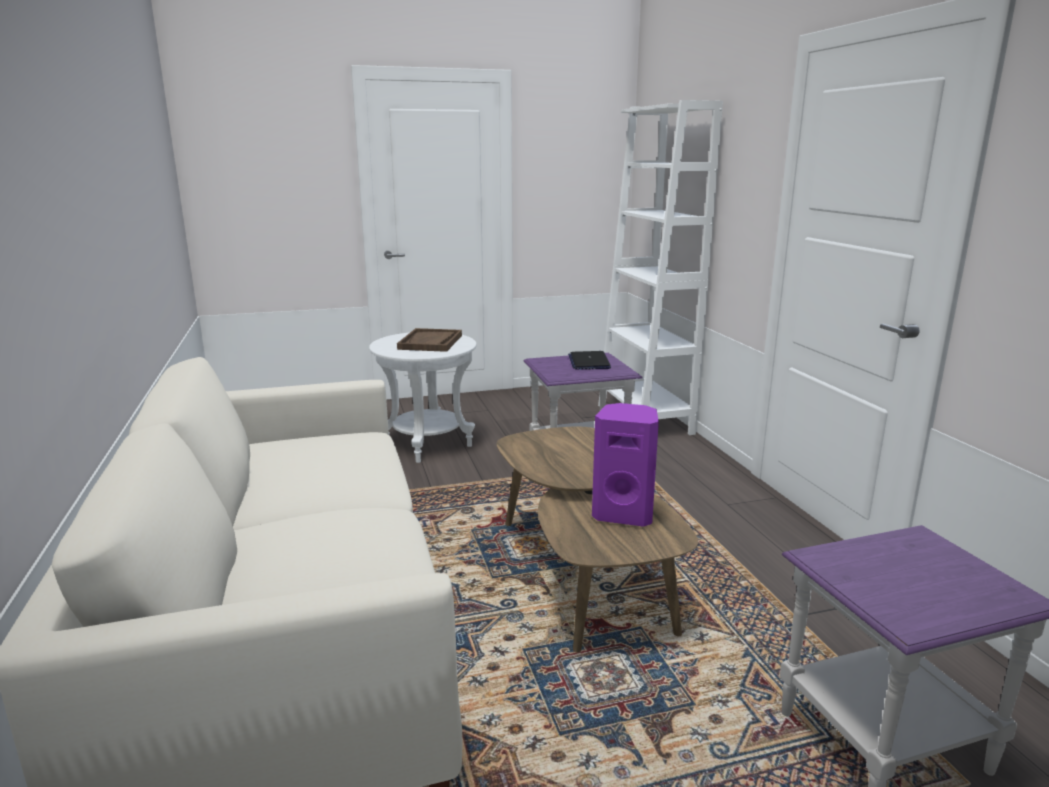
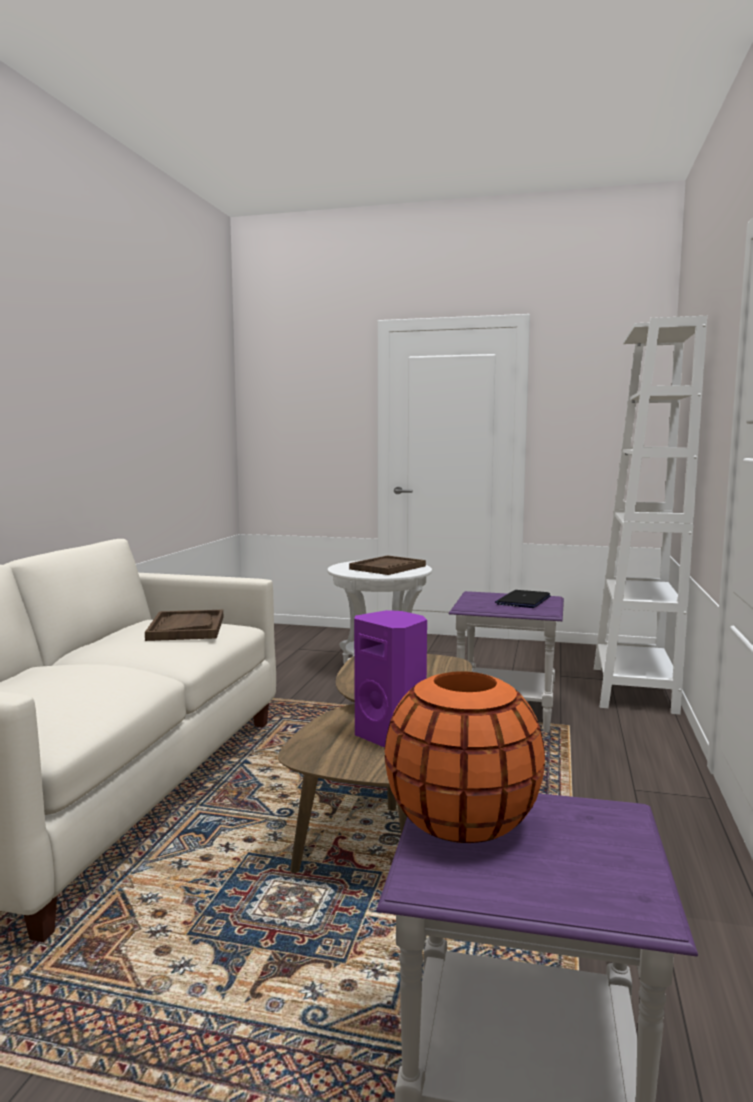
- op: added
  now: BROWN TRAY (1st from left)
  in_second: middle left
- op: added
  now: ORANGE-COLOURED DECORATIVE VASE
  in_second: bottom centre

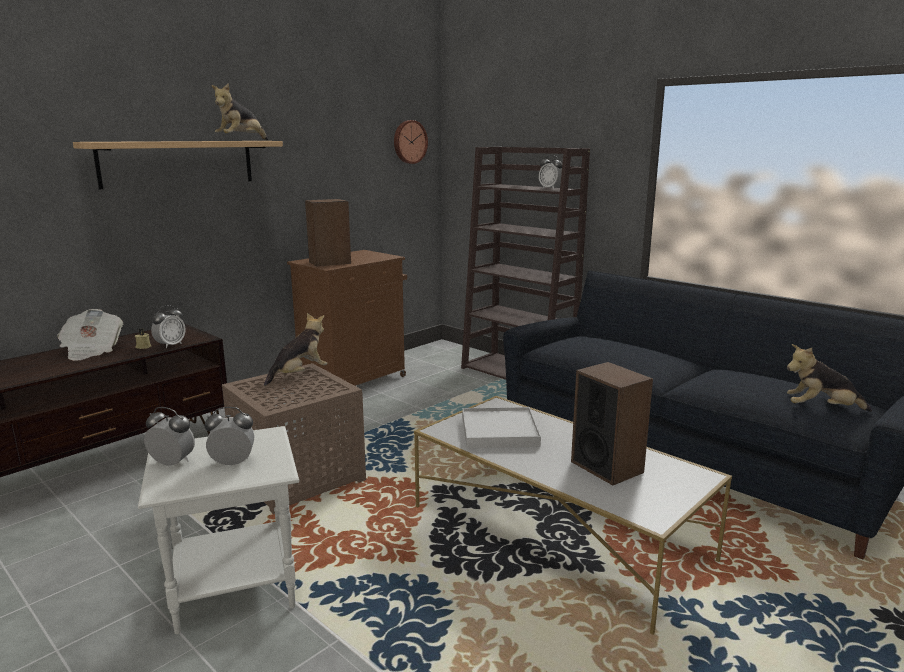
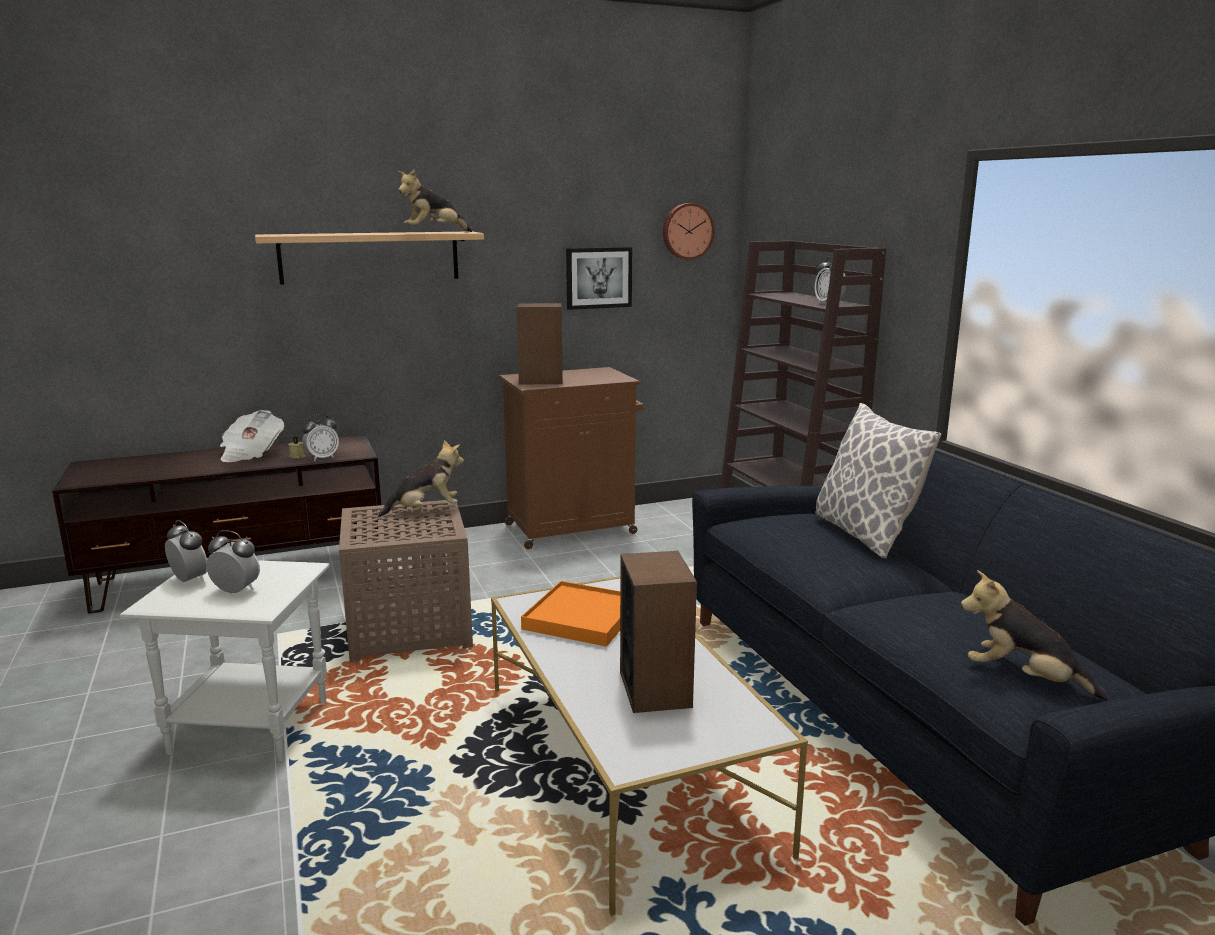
- op: recoloured
  was: WHITISH TRAY
  now: ORANGE-COLOURED TRAY
  in_first: centre
  in_second: centre
- op: added
  now: WALL PICTURE
  in_second: top centre
- op: added
  now: CUSHION
  in_second: middle right

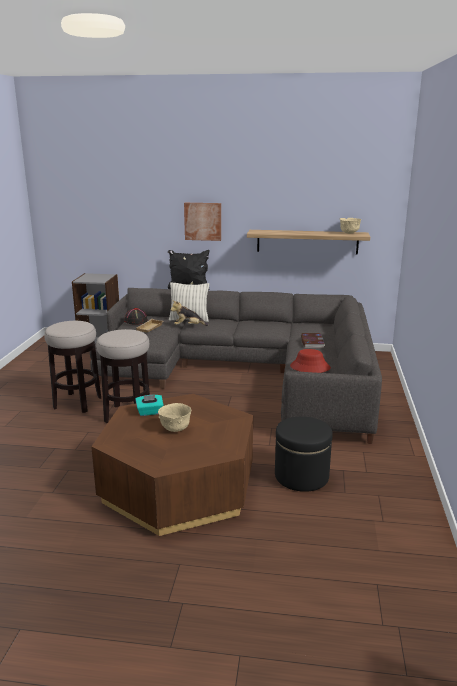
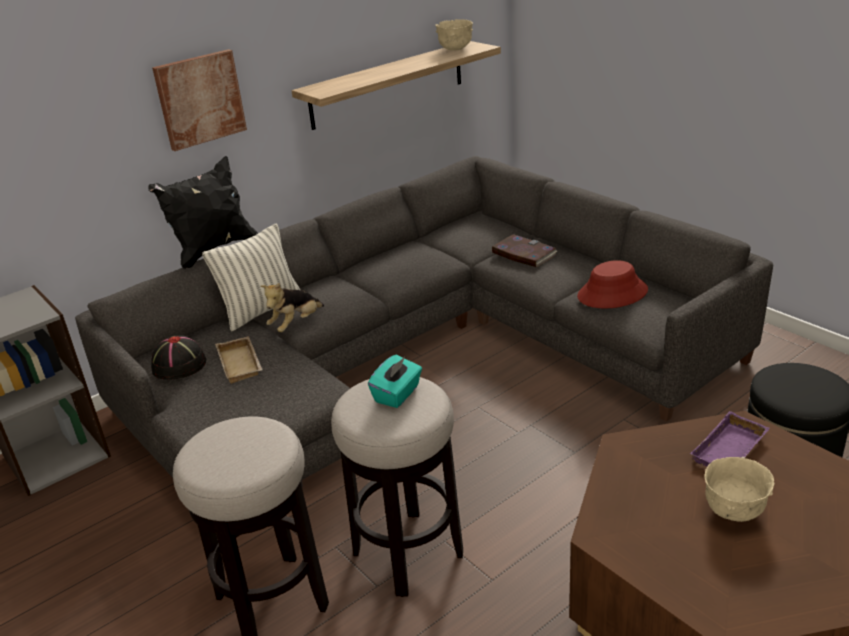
- op: moved
  was: TURQUOISE TISSUE BOX
  in_first: middle left
  in_second: centre
- op: added
  now: PURPLISH TRAY
  in_second: bottom right

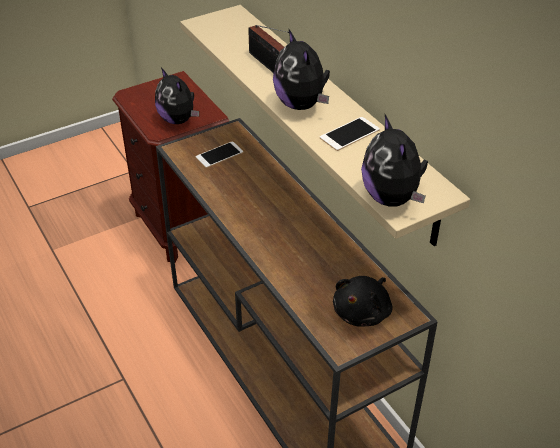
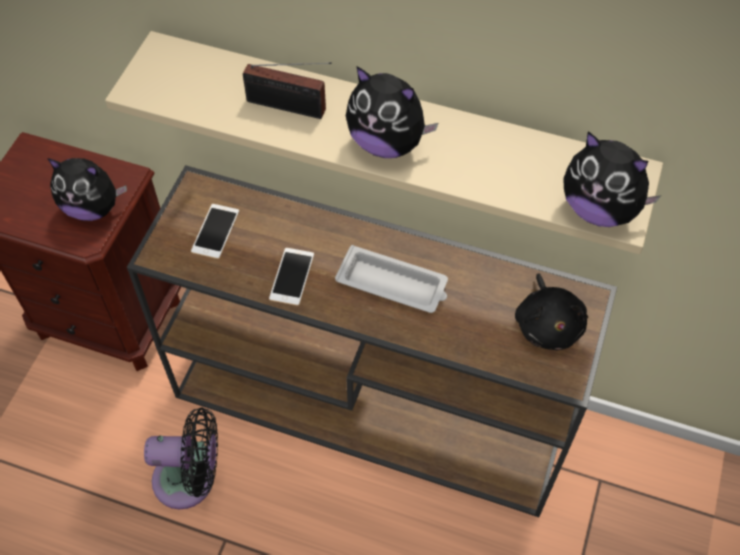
- op: moved
  was: HANDSET (2nd from left)
  in_first: top centre
  in_second: centre
- op: added
  now: WHITISH TRAY
  in_second: centre
- op: added
  now: BLACK FAN
  in_second: bottom left

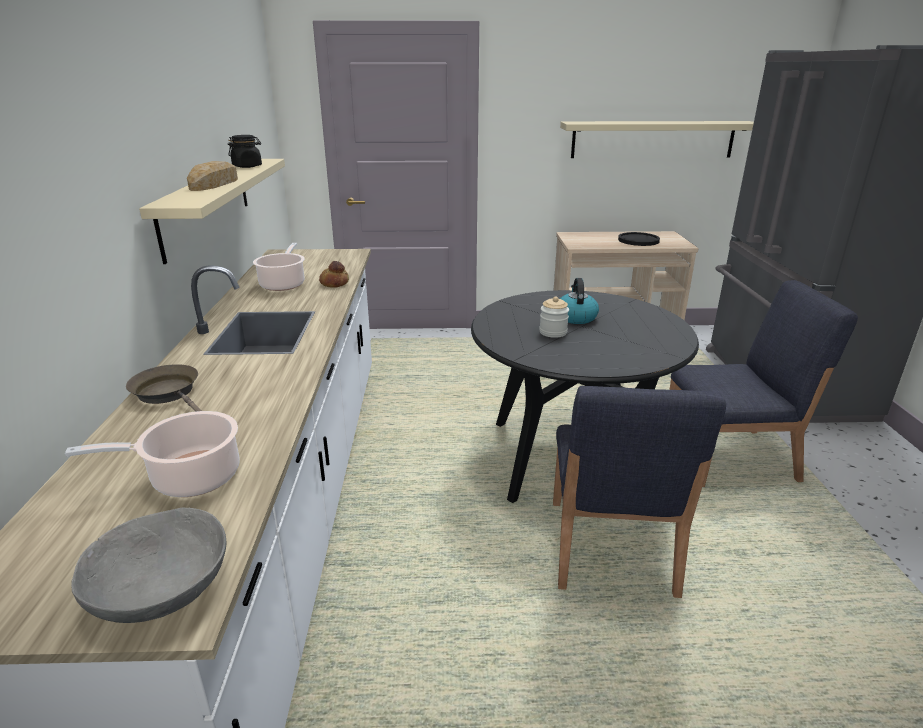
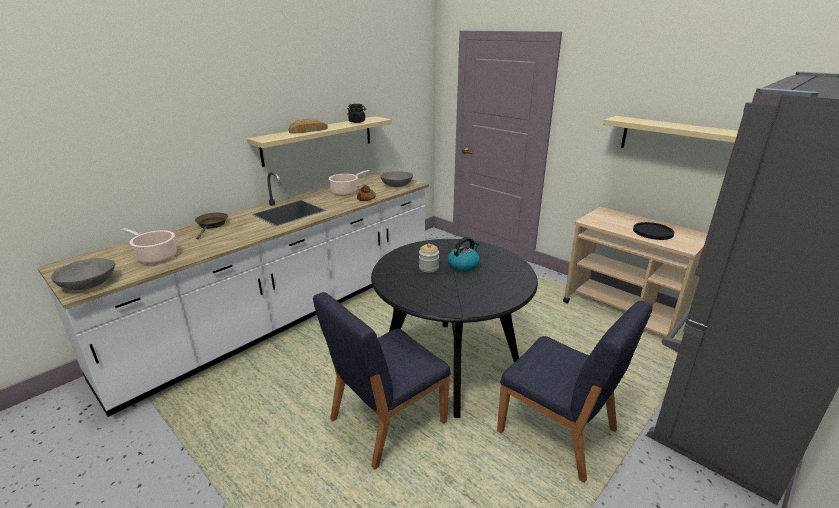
- op: added
  now: GRAY SERVING BOWL (2nd from left)
  in_second: centre

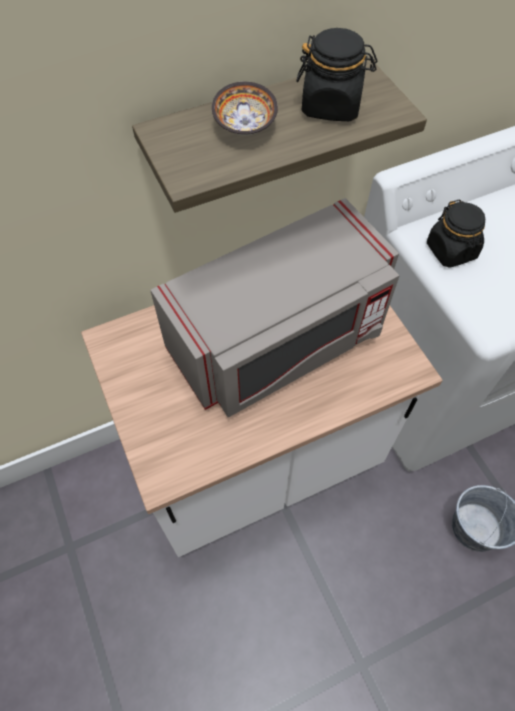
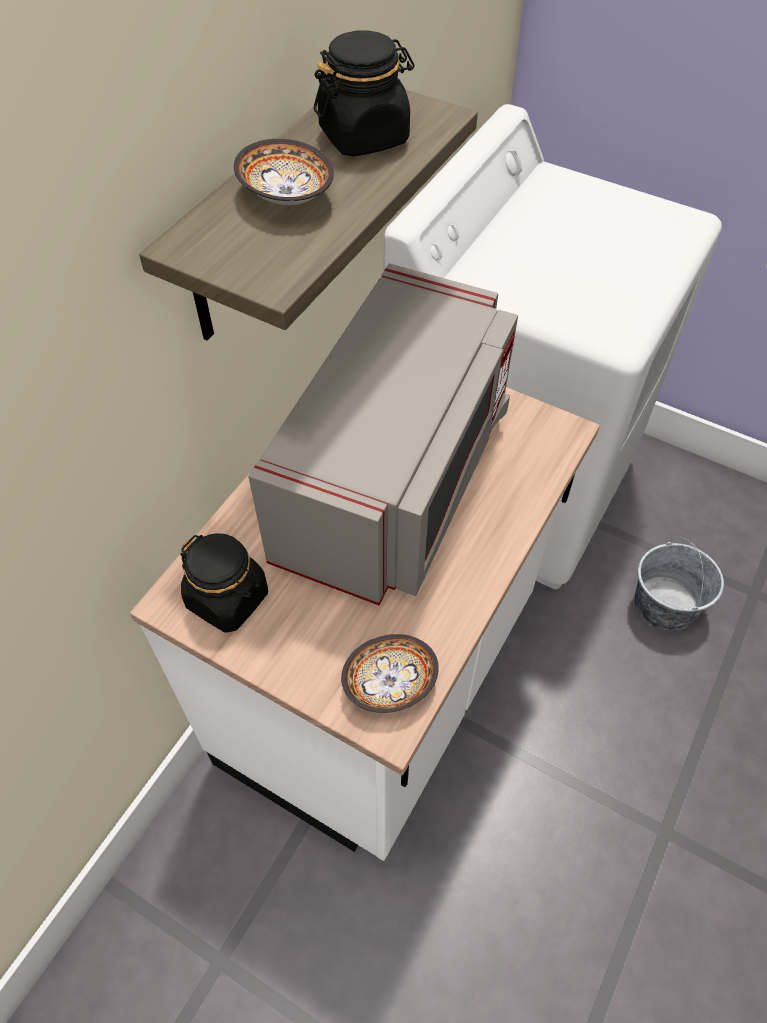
- op: moved
  was: BLACK STORAGE JAR (2nd from left in the first image)
  now: BLACK STORAGE JAR (1st from left)
  in_first: top right
  in_second: middle left
- op: added
  now: SERVING BOWL (2nd from left)
  in_second: centre

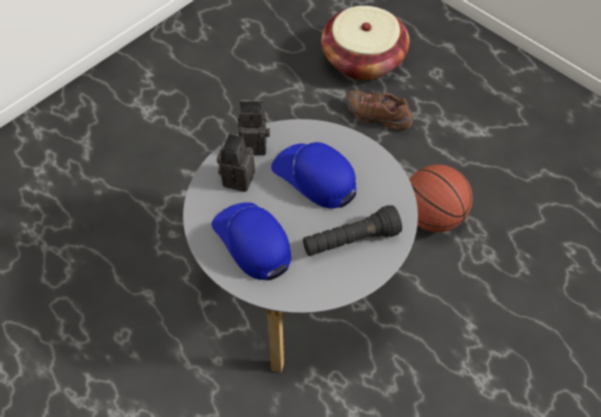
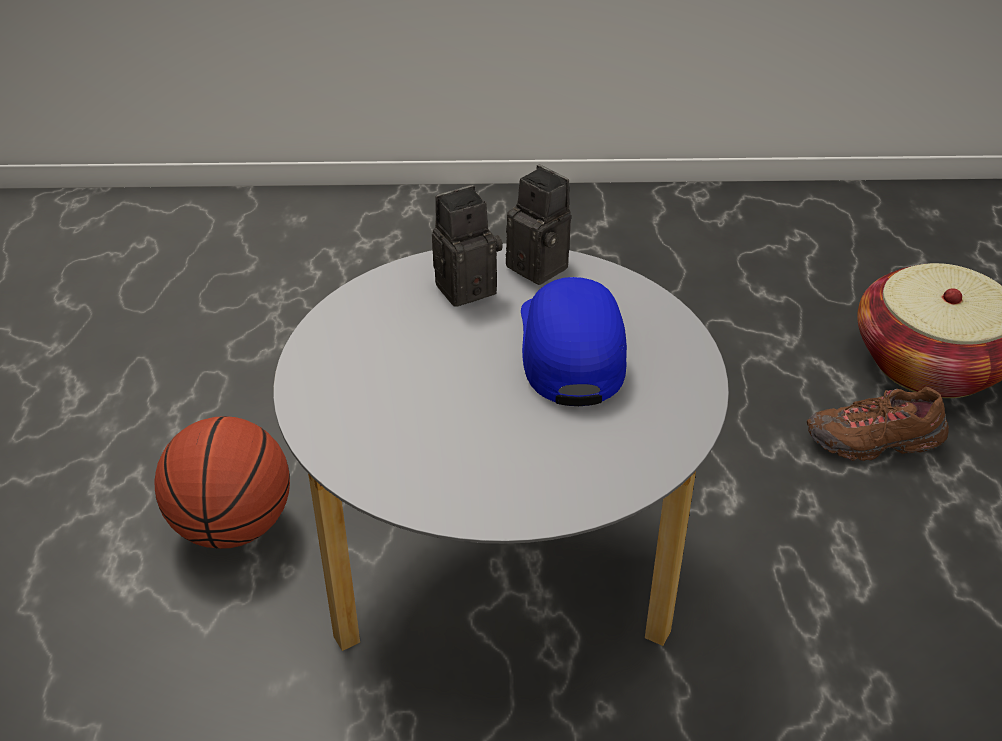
- op: turned
  was: BROWN ITEM OF FOOTWEAR
  in_first: top centre
  in_second: middle right
  clockwise: -75
- op: moved
  was: BASKETBALL BALL
  in_first: middle right
  in_second: middle left
- op: removed
  was: BLUISH CAP (1st from left)
  in_first: centre
- op: removed
  was: BLACK TORCH
  in_first: centre

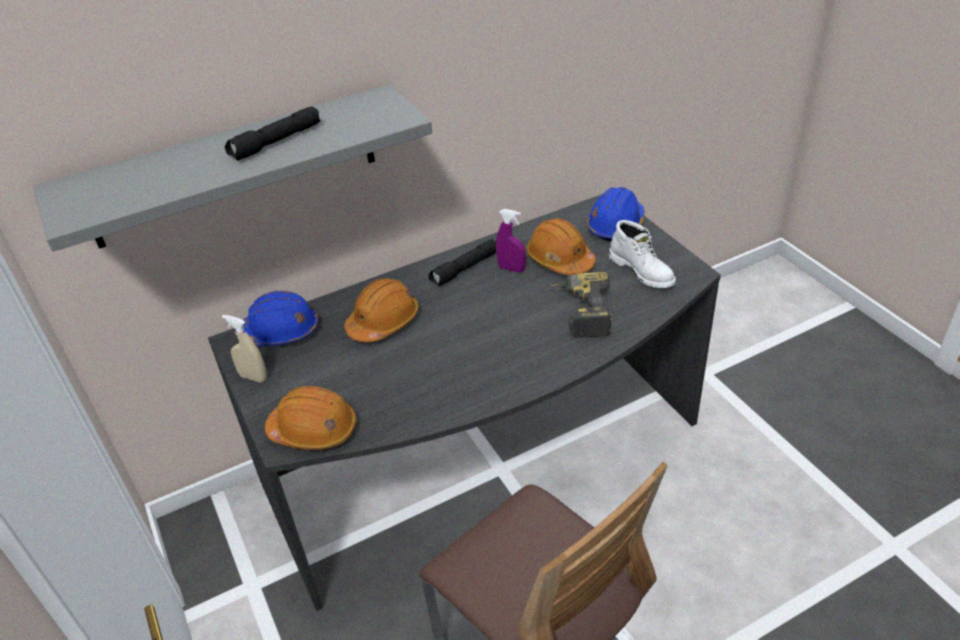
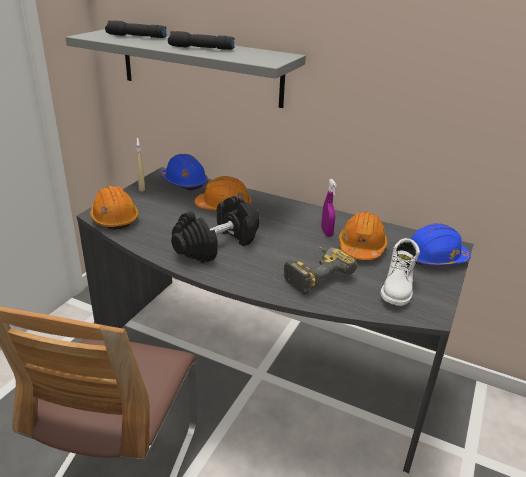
- op: moved
  was: BLACK TORCH (2nd from left in the first image)
  now: BLACK TORCH (1st from left)
  in_first: centre
  in_second: top left
- op: added
  now: BLACK DUMBBELL
  in_second: centre

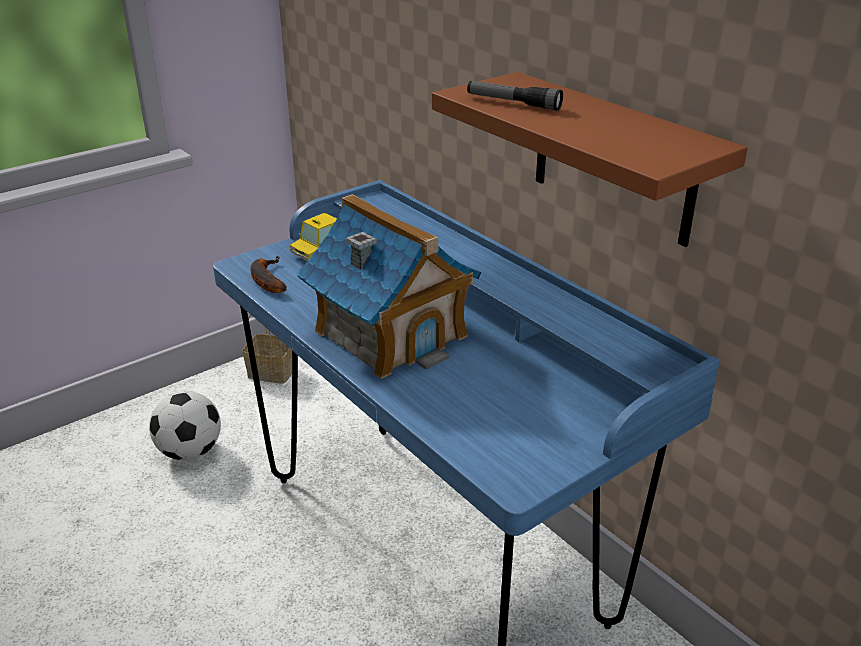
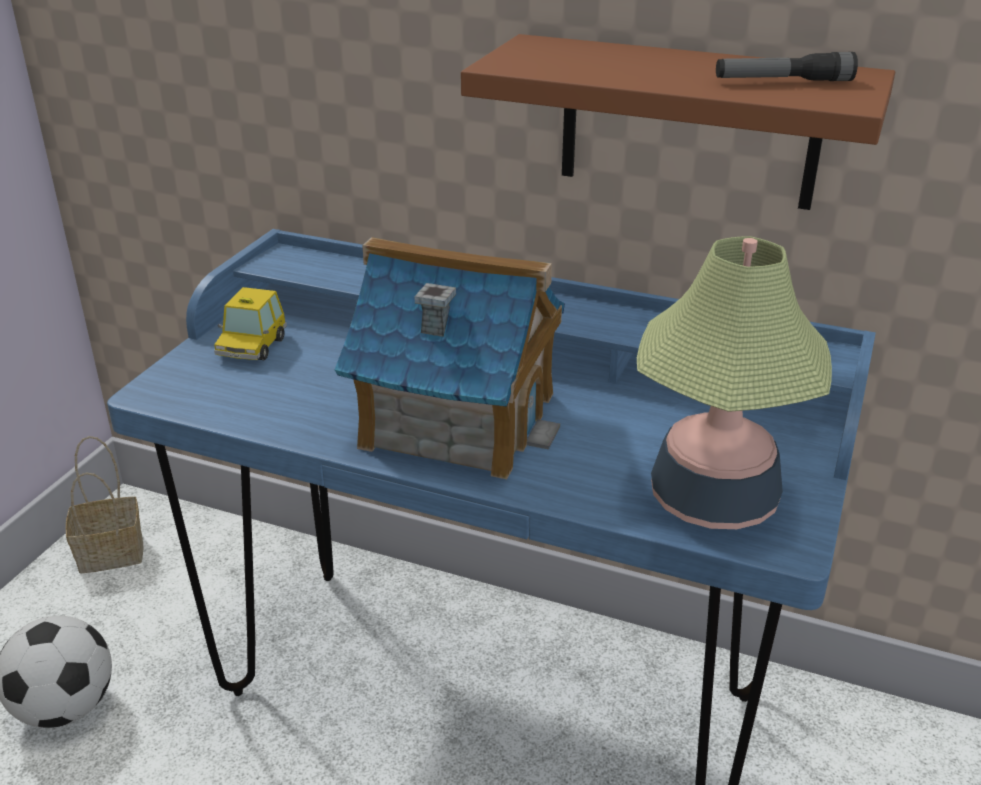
- op: moved
  was: TORCH
  in_first: top centre
  in_second: top right
- op: removed
  was: BANANA
  in_first: middle left
- op: added
  now: TABLETOP LAMP
  in_second: middle right

